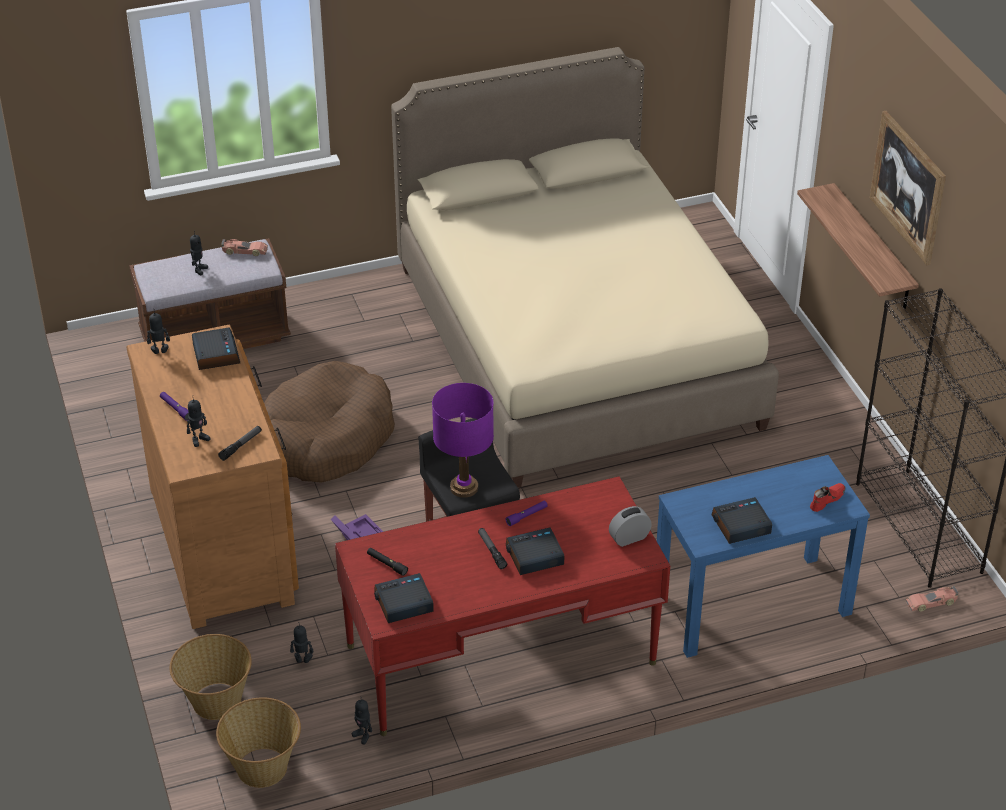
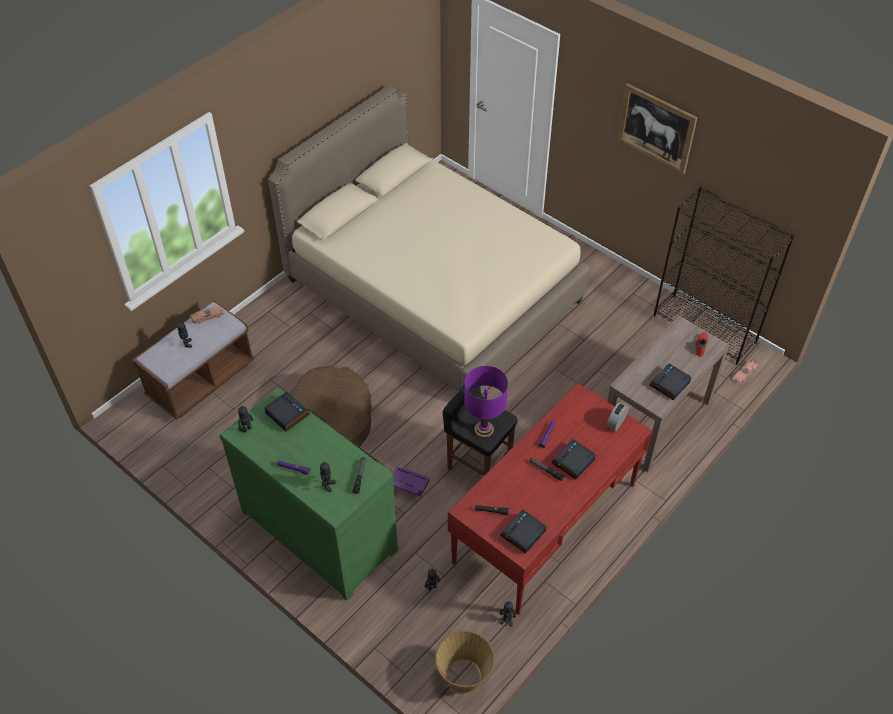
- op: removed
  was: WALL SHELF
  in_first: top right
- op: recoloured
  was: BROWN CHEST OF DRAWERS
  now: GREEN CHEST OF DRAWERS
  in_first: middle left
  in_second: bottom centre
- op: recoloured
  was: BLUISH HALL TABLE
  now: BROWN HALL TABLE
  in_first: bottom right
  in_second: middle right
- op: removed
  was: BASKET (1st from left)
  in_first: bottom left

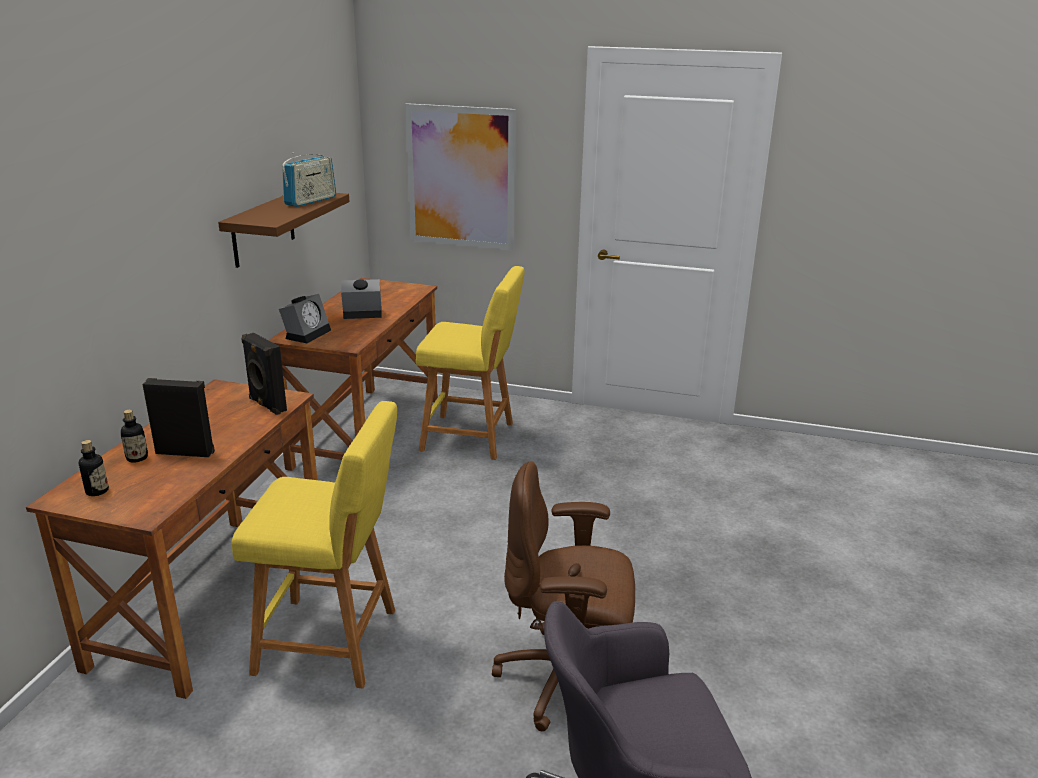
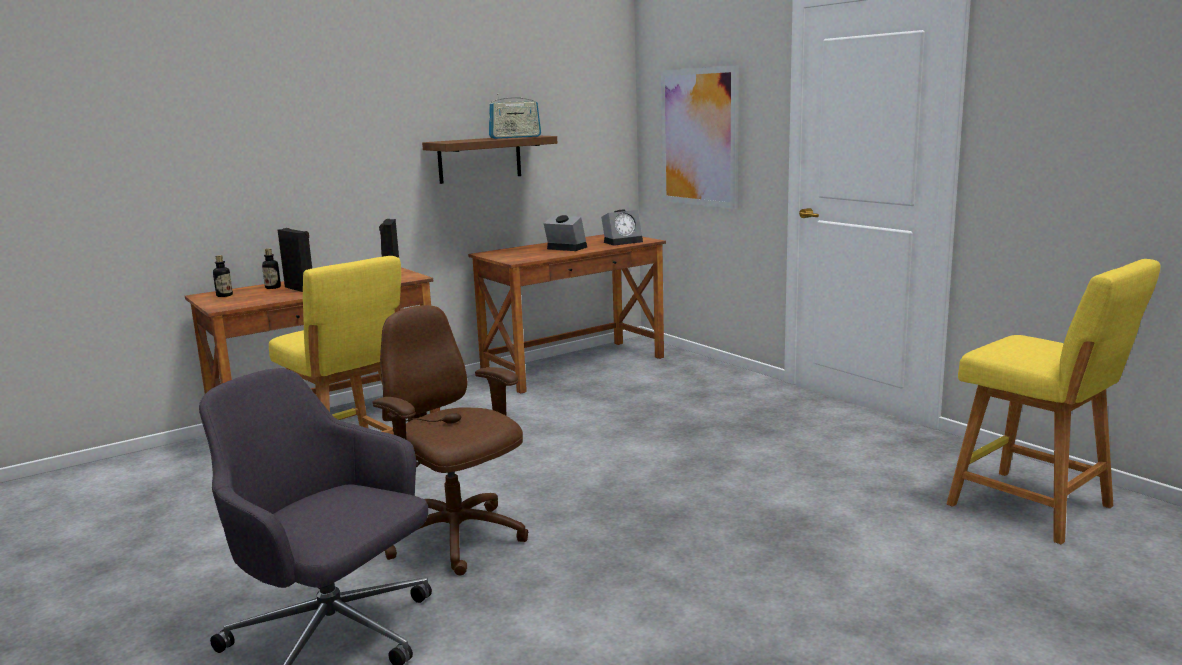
- op: moved
  was: YELLOW-COLOURED STOOL SEAT (2nd from left)
  in_first: centre
  in_second: middle right
- op: moved
  was: ALARM CLOCK (1st from left in the first image)
  now: ALARM CLOCK (2nd from left)
  in_first: middle left
  in_second: centre

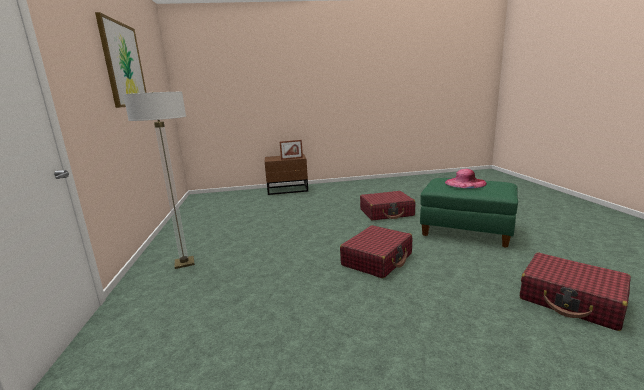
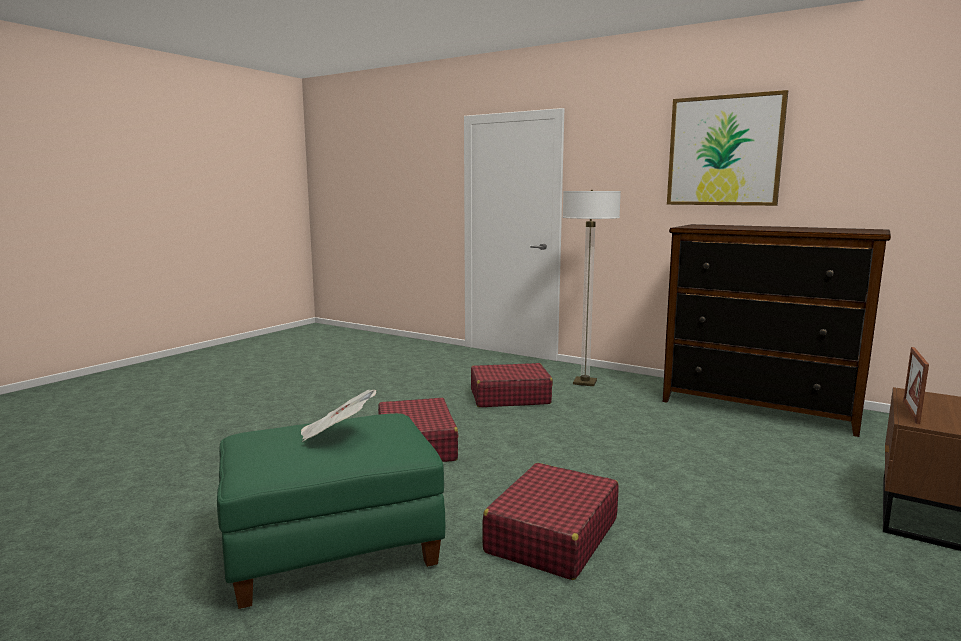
- op: replaced
  was: PINK-COLOURED HAT
  now: DAILY PAPER
  in_first: middle right
  in_second: centre
- op: moved
  was: RED-COLOURED PIECE OF LUGGAGE (3rd from left in the first image)
  now: RED-COLOURED PIECE OF LUGGAGE (2nd from left)
  in_first: bottom right
  in_second: centre
- op: added
  now: CHEST OF DRAWERS
  in_second: middle right

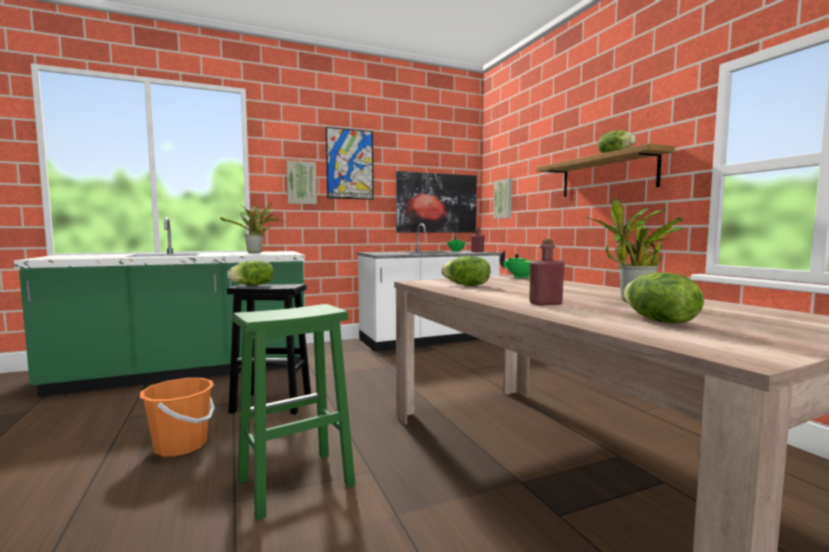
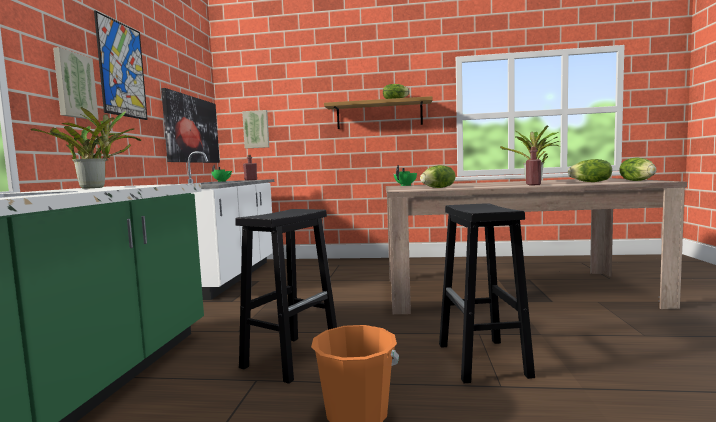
- op: moved
  was: LETTUCE HEAD (1st from left in the first image)
  now: LETTUCE HEAD (4th from left)
  in_first: middle left
  in_second: middle right
- op: recoloured
  was: GREEN STOOL SEAT
  now: BLACK STOOL SEAT (2nd from left)
  in_first: bottom centre
  in_second: bottom right

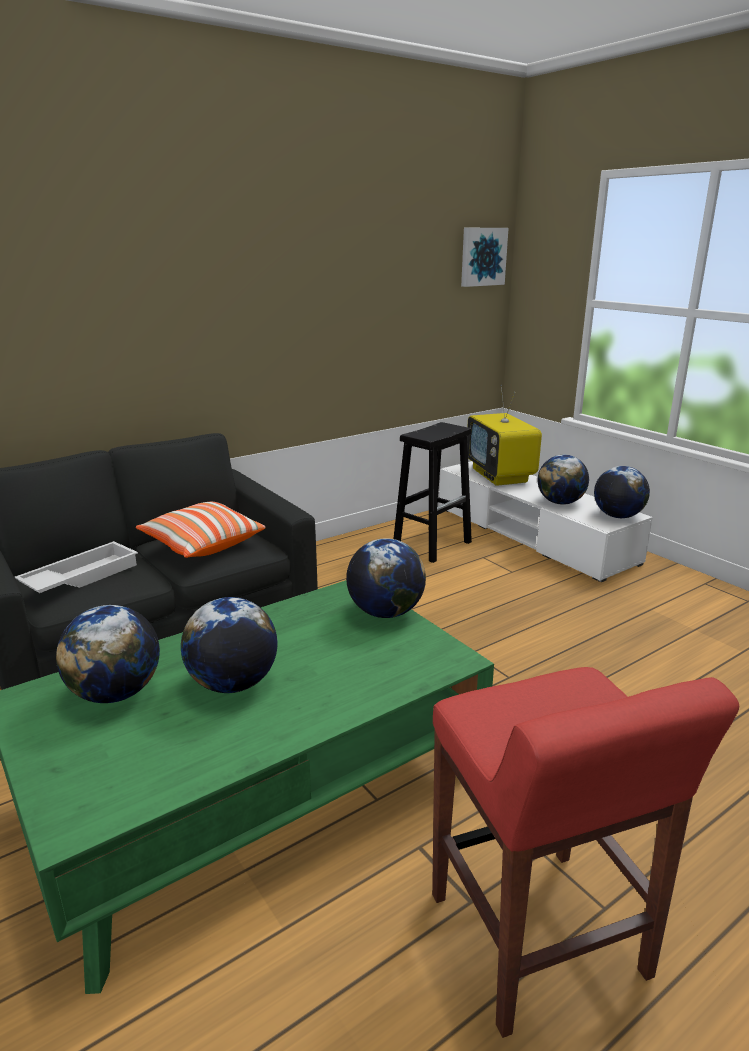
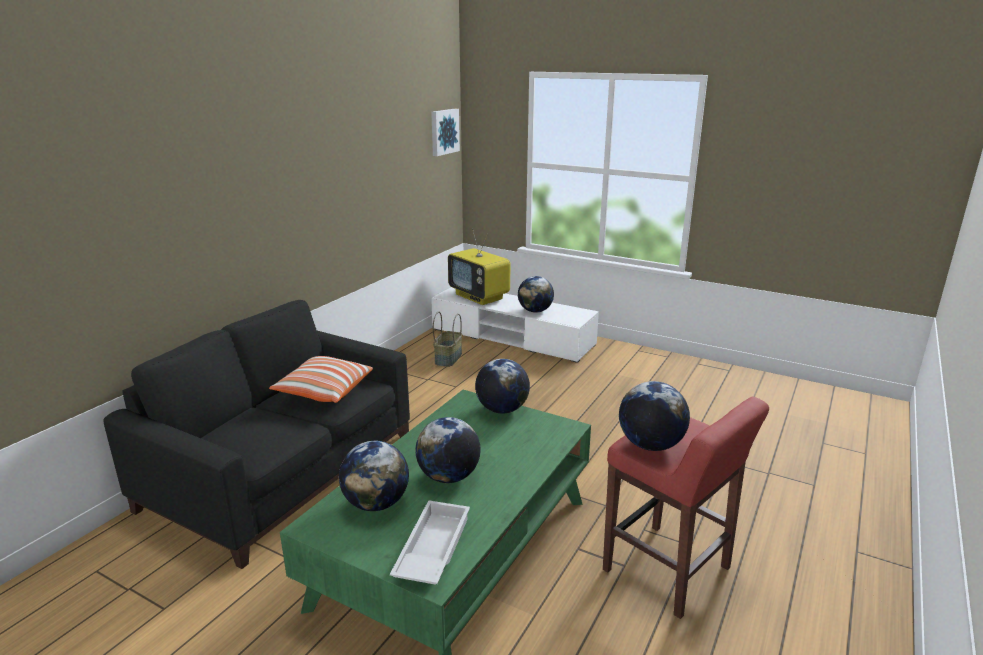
- op: replaced
  was: BLACK STOOL SEAT
  now: BASKET
  in_first: centre
  in_second: centre
- op: moved
  was: WORLD GLOBE (5th from left)
  in_first: middle right
  in_second: centre
- op: moved
  was: WHITISH TRAY
  in_first: middle left
  in_second: bottom centre

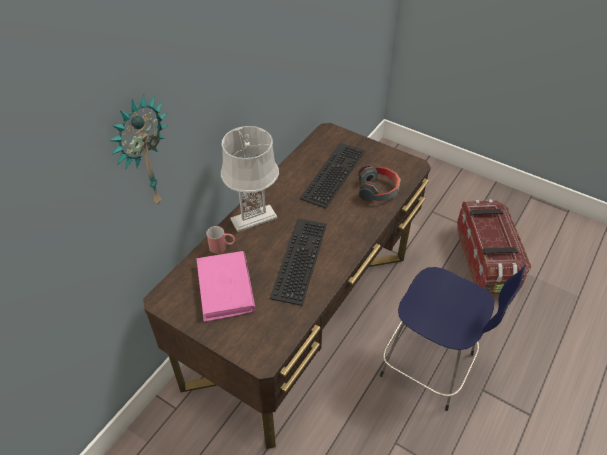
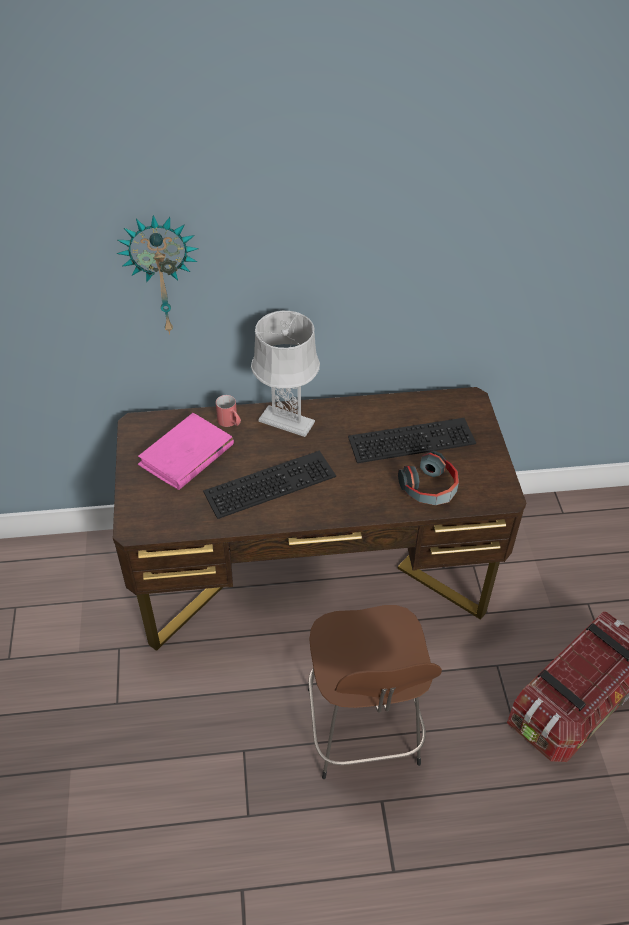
- op: recoloured
  was: BLUISH STOOL SEAT
  now: BROWN STOOL SEAT
  in_first: bottom right
  in_second: bottom centre

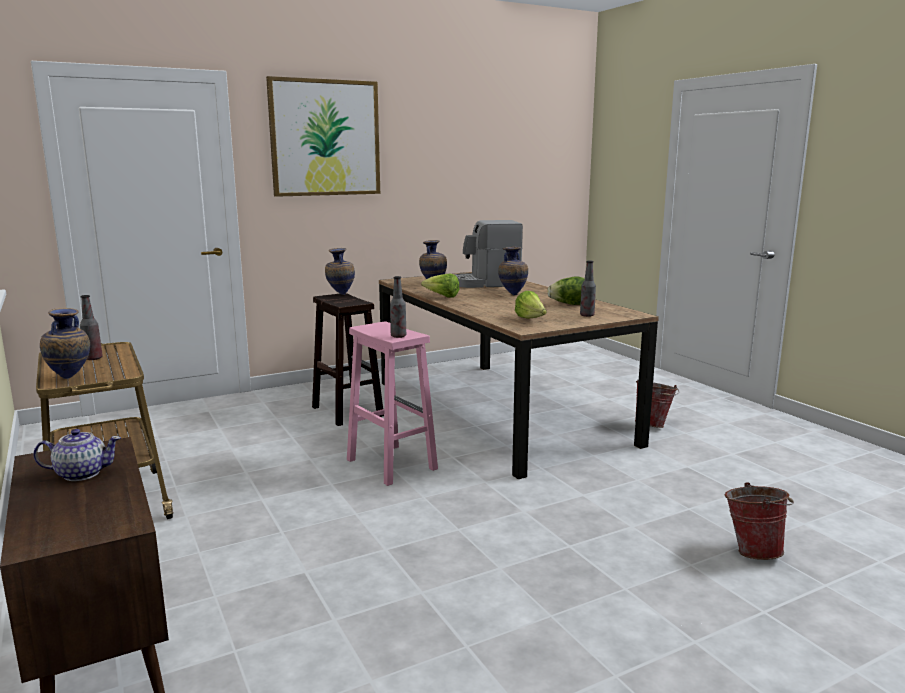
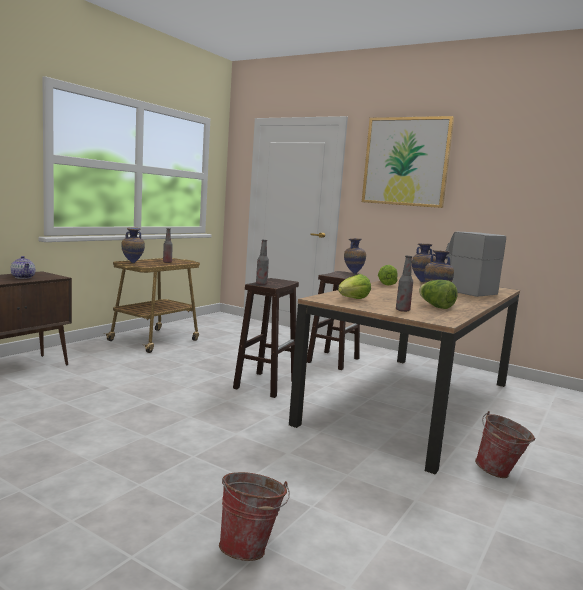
- op: recoloured
  was: PINK-COLOURED STOOL SEAT
  now: BROWN STOOL SEAT (1st from left)
  in_first: centre
  in_second: centre

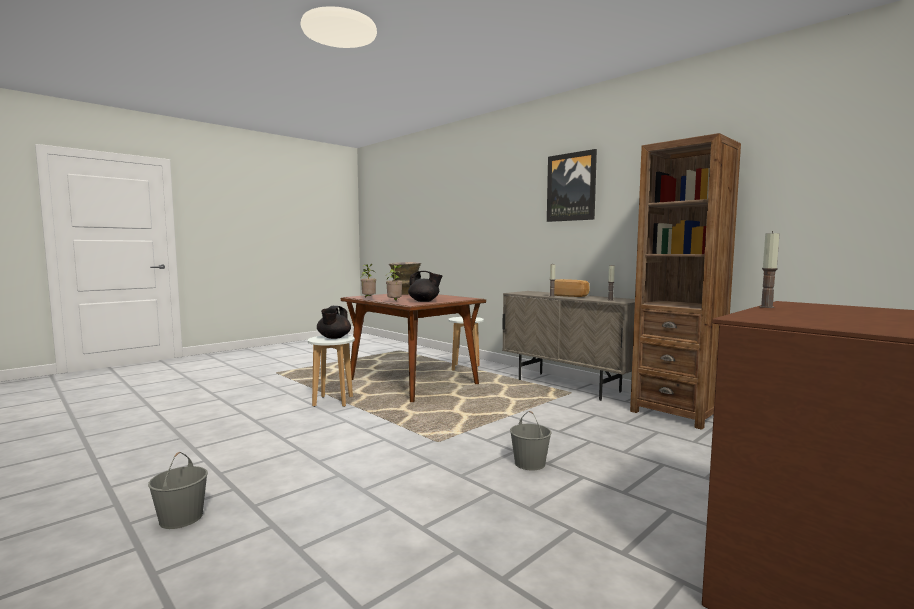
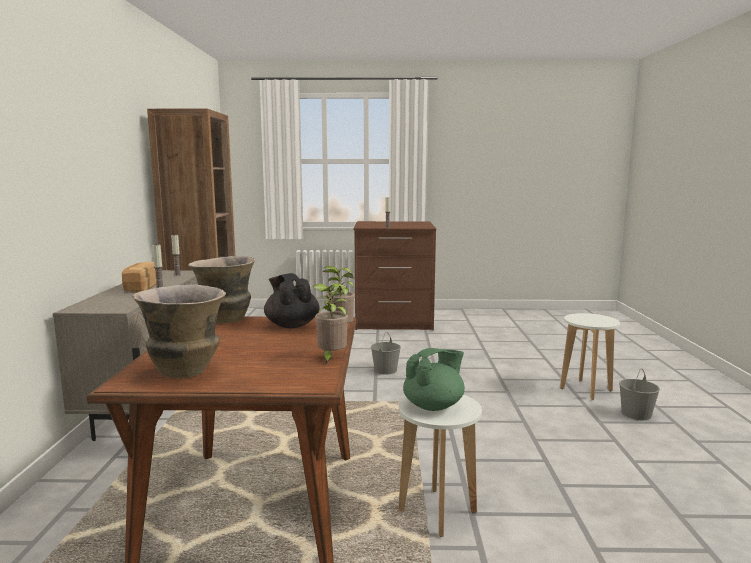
- op: removed
  was: WALL PICTURE
  in_first: top centre
- op: recoloured
  was: BLACK TEA POT (1st from left)
  now: GREEN TEA POT
  in_first: centre
  in_second: bottom centre
- op: moved
  was: WHITISH STOOL SEAT (2nd from left)
  in_first: centre
  in_second: middle right
- op: added
  now: DECORATIVE VASE (2nd from left)
  in_second: middle left

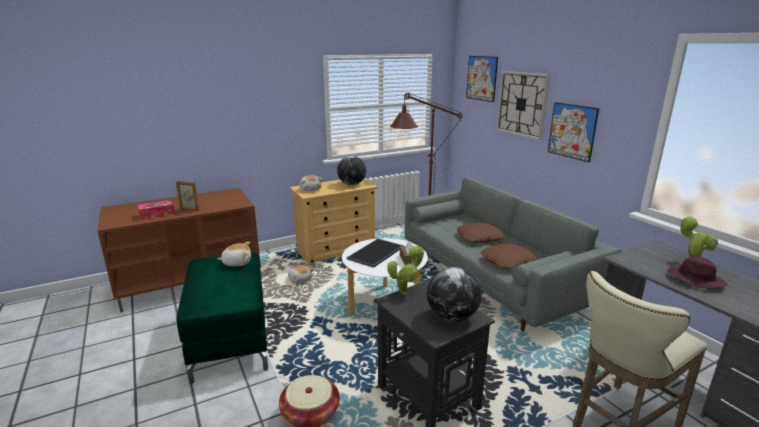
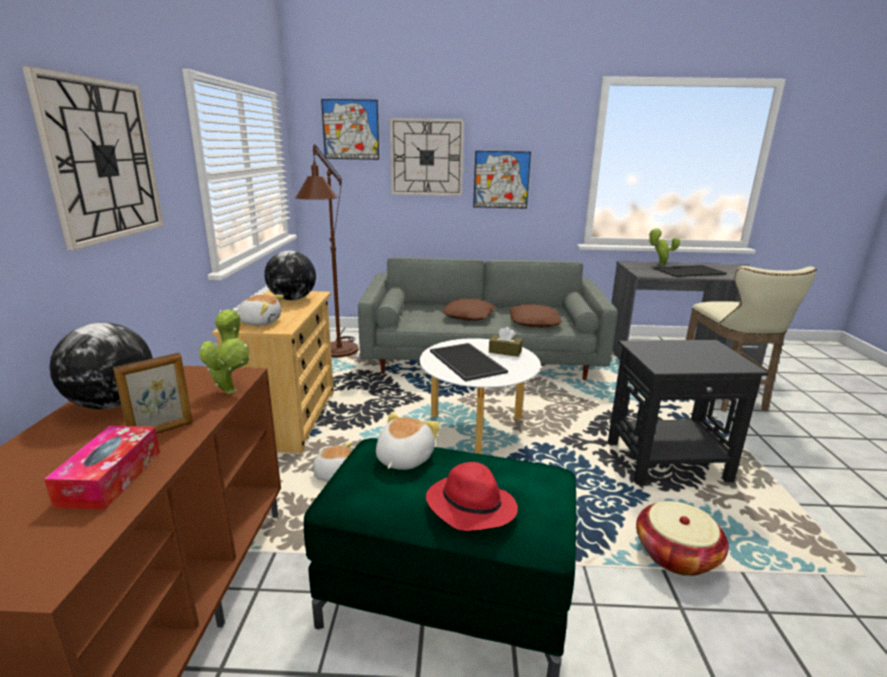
- op: moved
  was: POTTED PLANT (1st from left)
  in_first: centre
  in_second: middle left
- op: replaced
  was: PURPLISH HAT
  now: TRAY (2nd from left)
  in_first: middle right
  in_second: middle right
- op: moved
  was: WORLD GLOBE (2nd from left in the first image)
  now: WORLD GLOBE (1st from left)
  in_first: bottom centre
  in_second: middle left
- op: added
  now: WALL CLOCK (1st from left)
  in_second: top left
- op: added
  now: RED-COLOURED HAT
  in_second: bottom centre

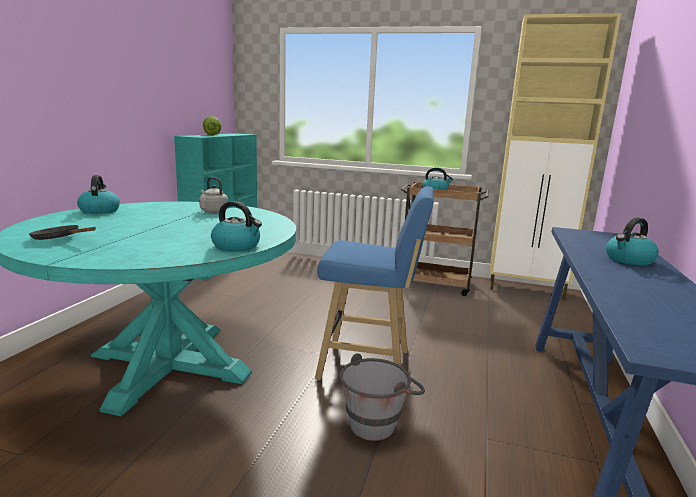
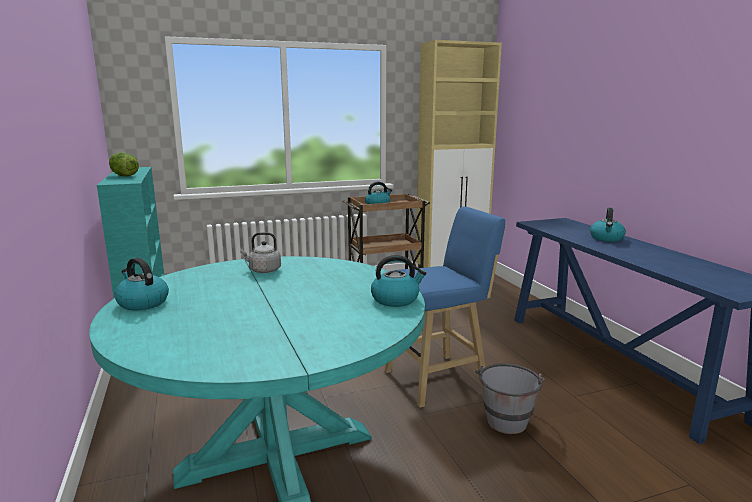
- op: removed
  was: BLACK FRYING PAN
  in_first: middle left

